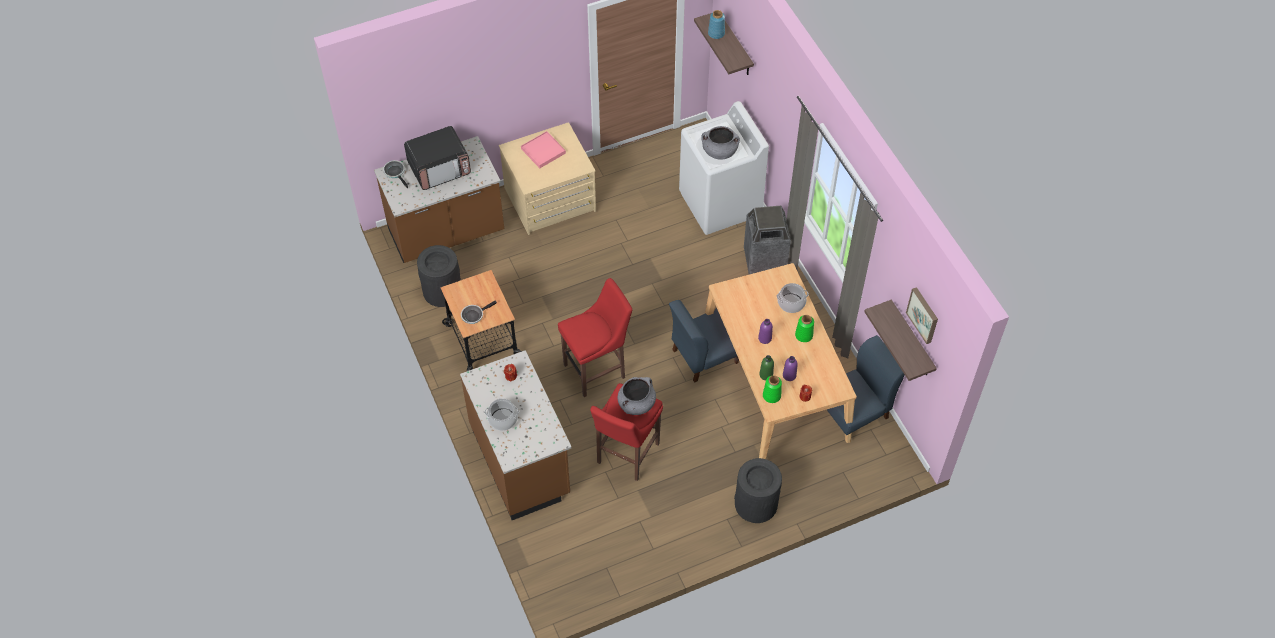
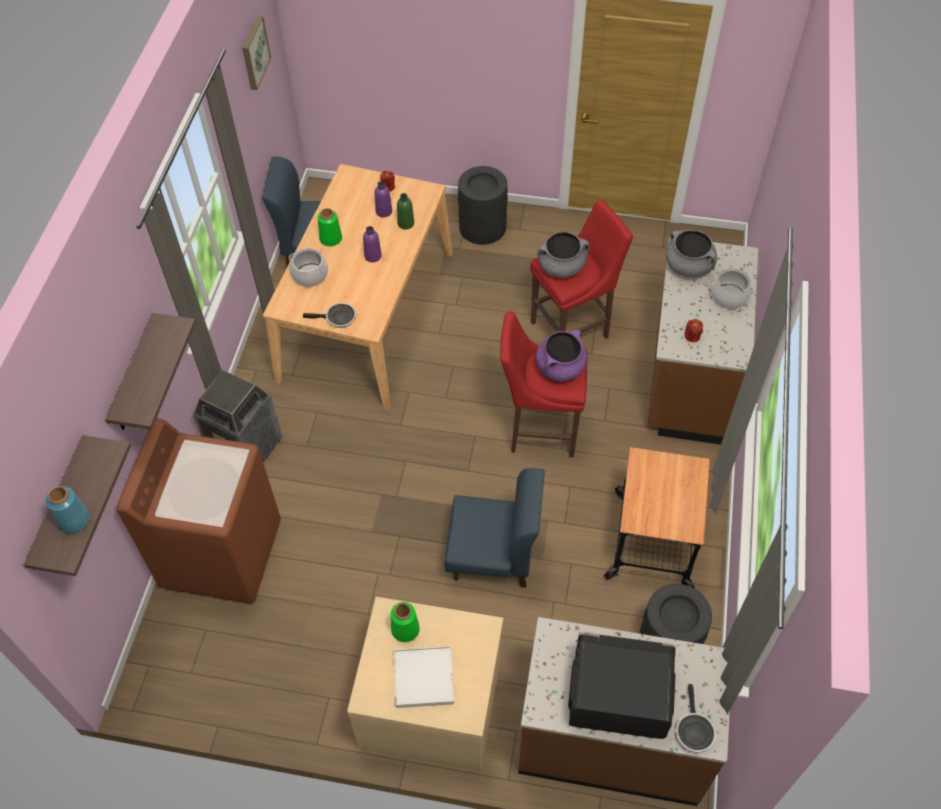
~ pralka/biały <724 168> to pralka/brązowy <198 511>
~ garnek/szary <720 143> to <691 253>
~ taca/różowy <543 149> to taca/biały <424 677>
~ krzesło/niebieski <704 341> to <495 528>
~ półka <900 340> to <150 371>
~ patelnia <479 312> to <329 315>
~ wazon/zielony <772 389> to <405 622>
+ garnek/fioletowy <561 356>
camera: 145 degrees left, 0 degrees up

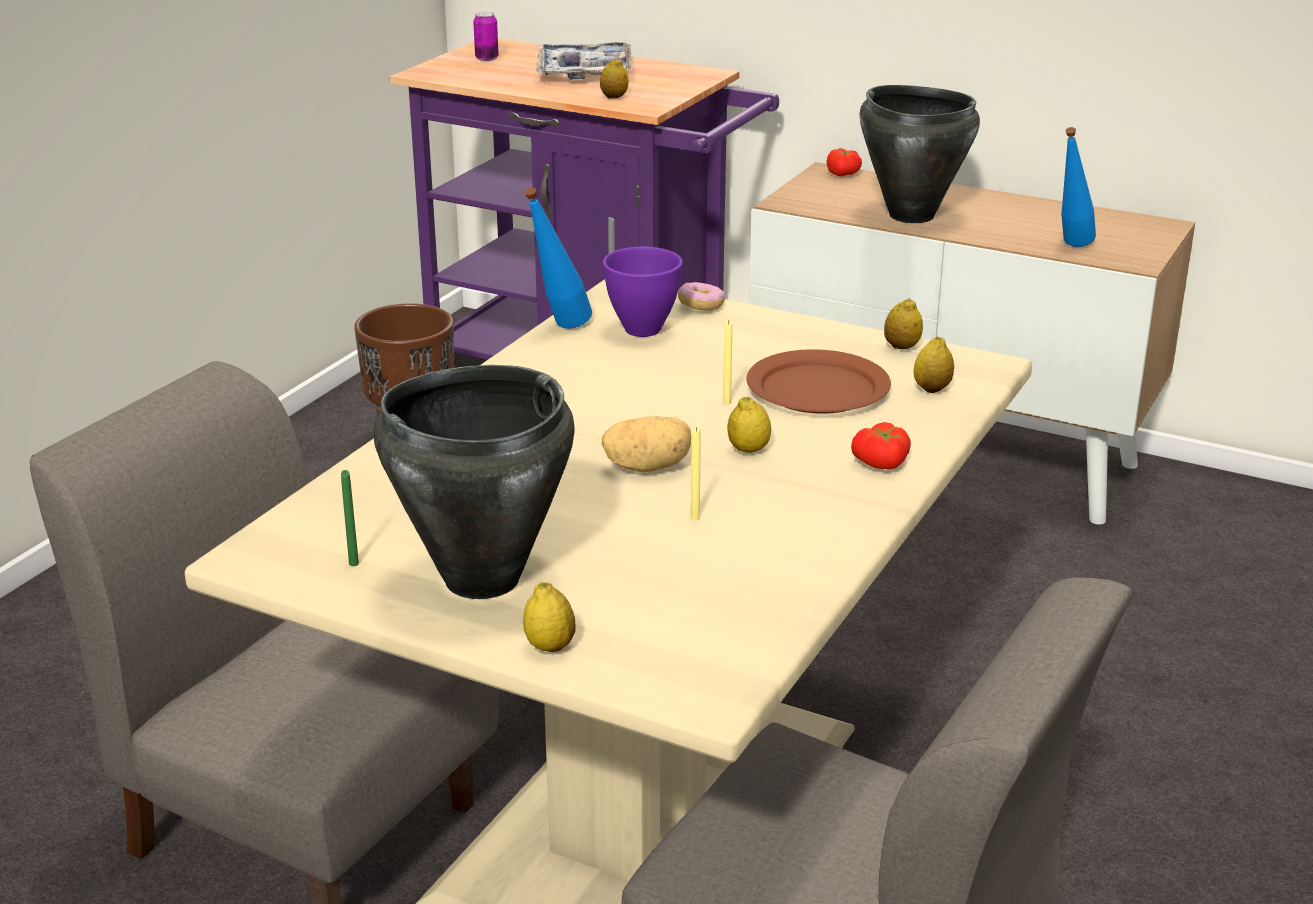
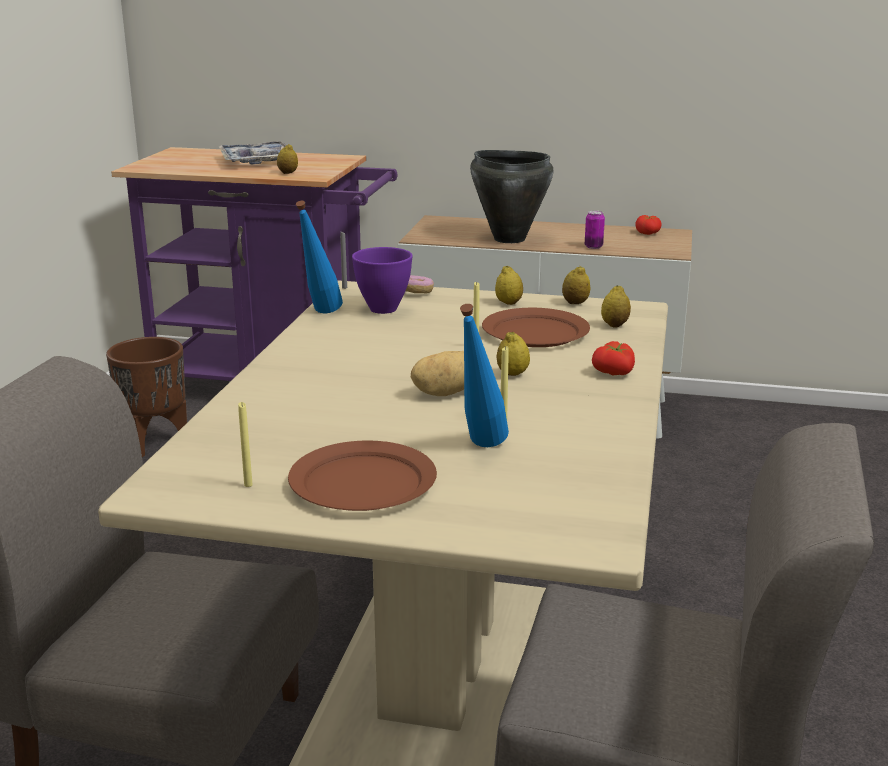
~ puszka <486 36> to <595 230>
~ butelka/niebieski <1079 187> to <484 375>
~ pomidor <844 162> to <648 225>
~ garnek/czarny <474 482> to talerz/brązowy <362 476>
~ świeca/zielony <350 518> to świeca/żółty <245 444>
~ cytryna <549 617> to <509 285>
camera: 15 degrees left, 5 degrees down

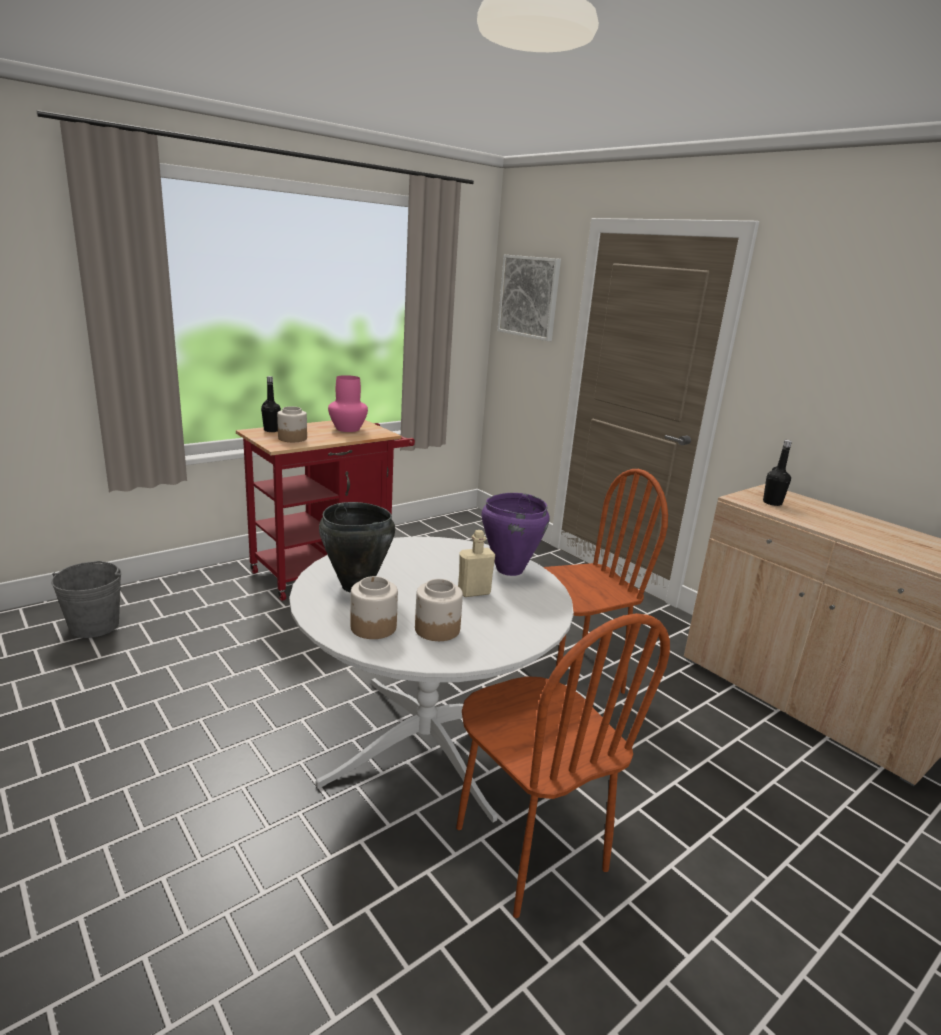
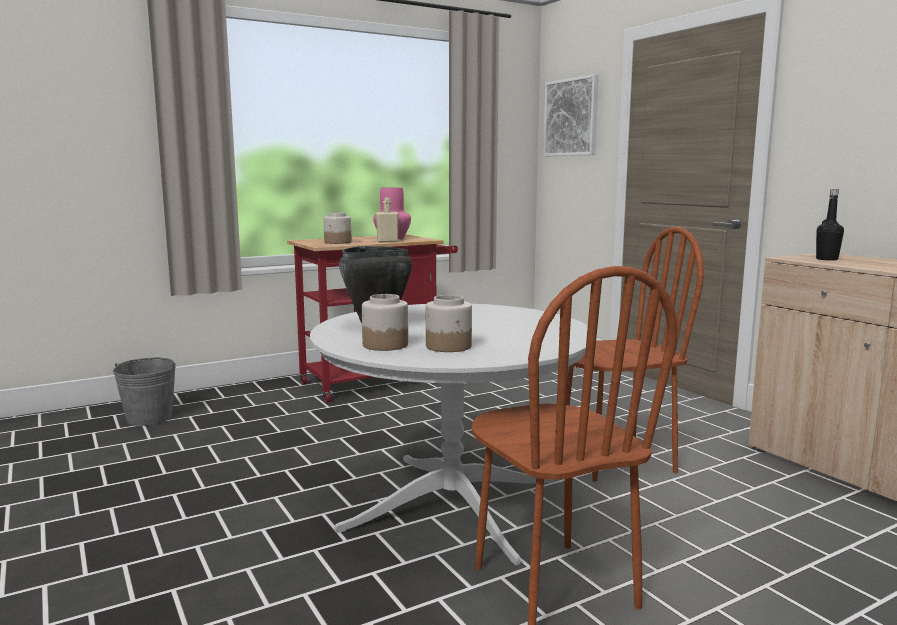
- butelka/czarny <271 404>
- garnek/fioletowy <515 534>
~ butelka/beżowy <476 563> to <387 220>
camera: 10 degrees right, 10 degrees down

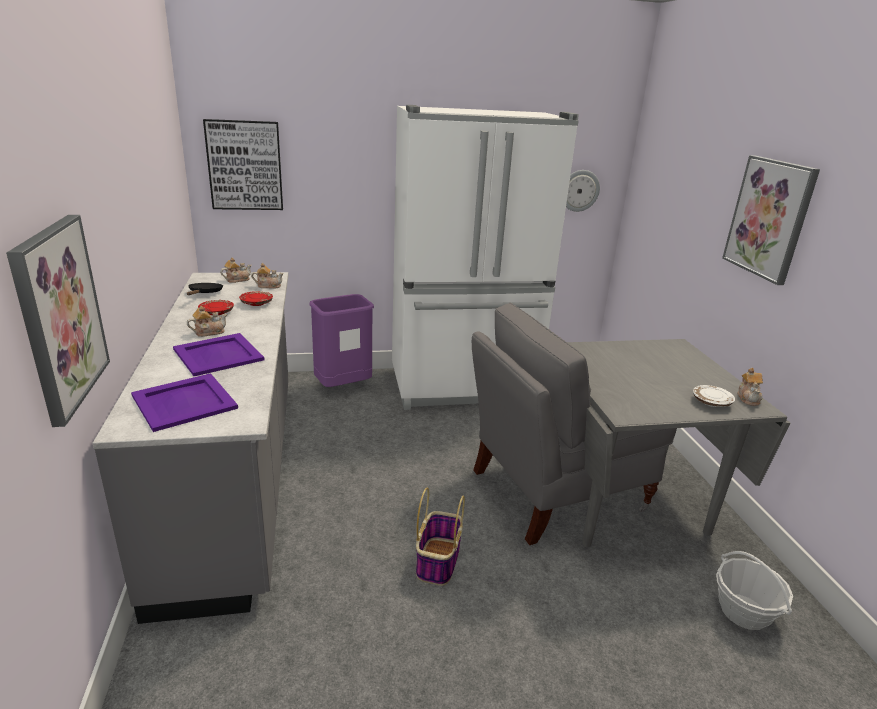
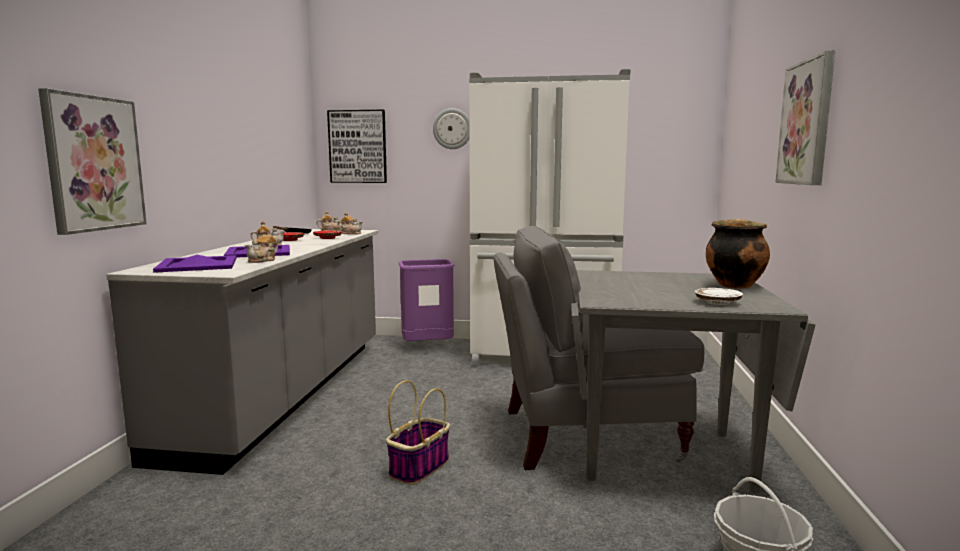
~ zegar ścienny <583 191> to <451 128>
~ imbryk <750 387> to <261 246>
+ garnek <738 253>
camera: 20 degrees right, 15 degrees down

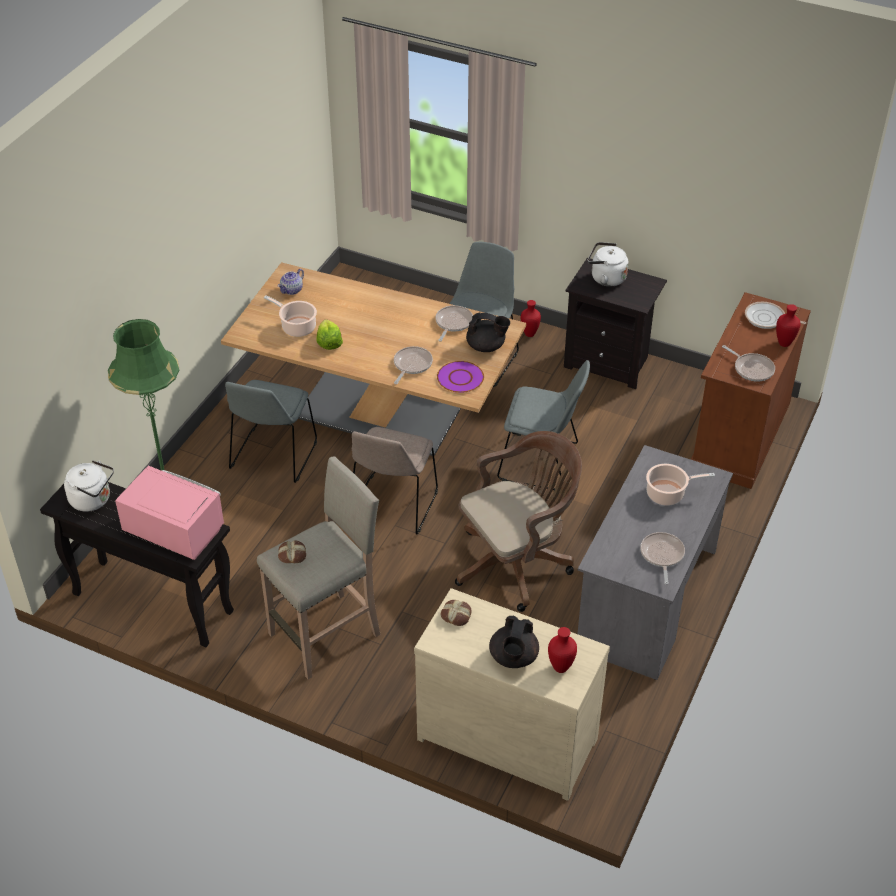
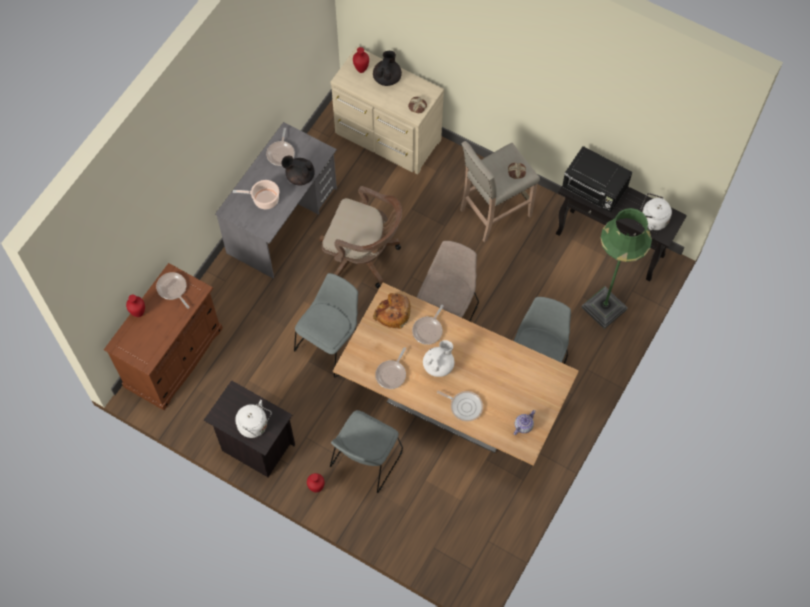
- garnek <290 316>
~ patelnia <775 315> to <460 406>
~ imbryk/czarny <488 332> to <298 170>
- sałata <329 334>
~ krzesło/szary <543 425> = <326 325> 105 degrees clockwise
~ talerz/fioletowy <460 377> to chleb <392 311>
~ krzesło biurowe/brązowy <518 521> = <360 237> 135 degrees counterclockwise
~ mikrofalówka/różowy <169 512> to mikrofalówka/czarny <597 179>
+ imbryk/biały <438 358>
camera: 175 degrees left, 20 degrees up

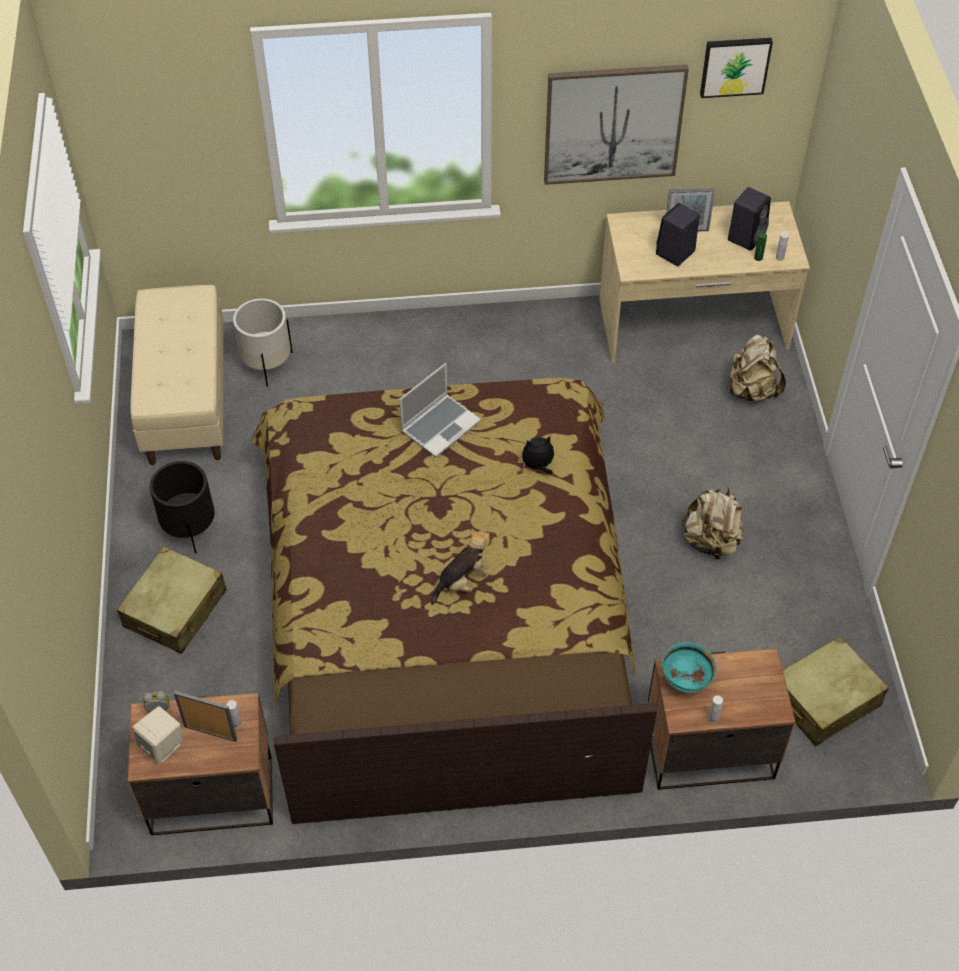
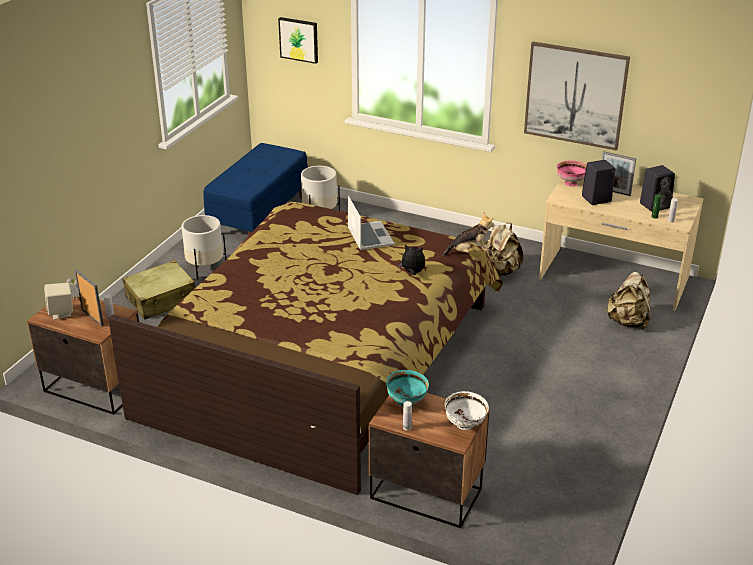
~ obraz <736 68> to <298 40>
~ ławka/beżowy <177 375> to ławka/niebieski <255 189>
~ laptop <440 410> = <371 223> 90 degrees counterclockwise
~ donica/czarny <182 507> to donica/biały <204 247>
~ plecak/beżowy <712 523> to <504 250>
~ pluszak <461 567> to <468 234>
- walizka/beżowy <836 691>
+ miska/różowy <572 173>
+ miska/biały <467 410>
camera: 30 degrees right, 20 degrees down

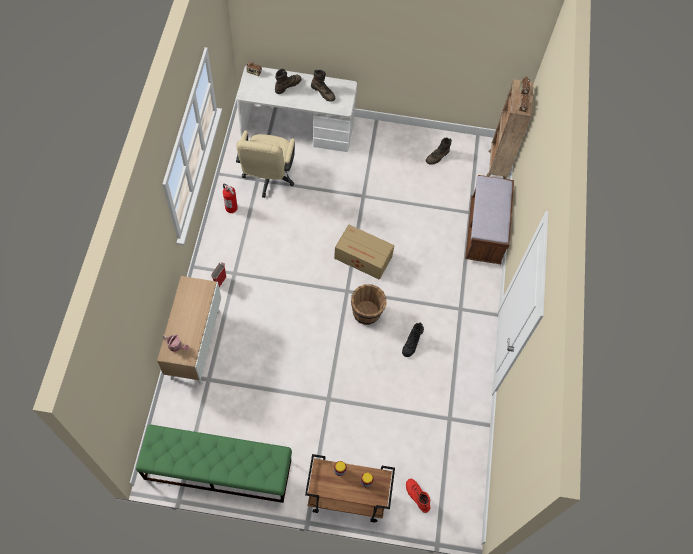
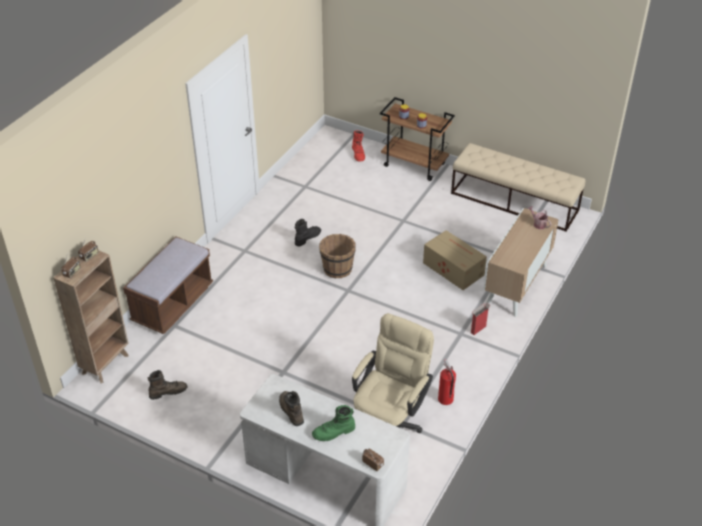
~ but z cholewką/brązowy <288 81> to but z cholewką/zielony <333 423>
~ karton <364 252> to <455 260>
~ ławka/zielony <214 463> to ławka/beżowy <518 187>
camera: 155 degrees left, 20 degrees down

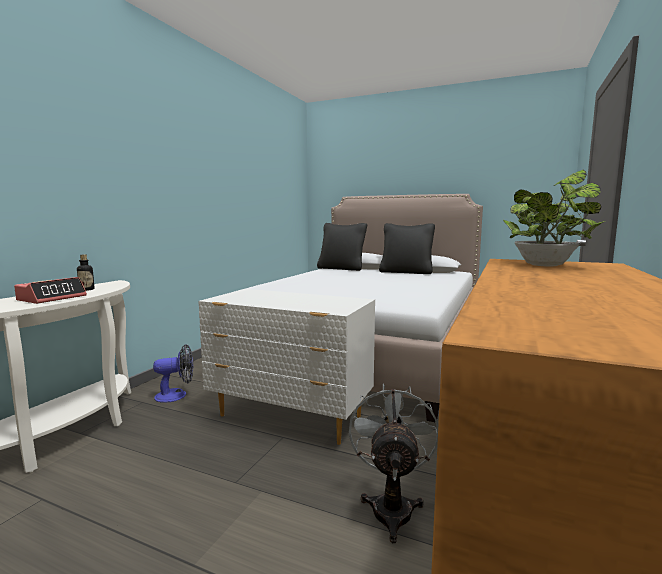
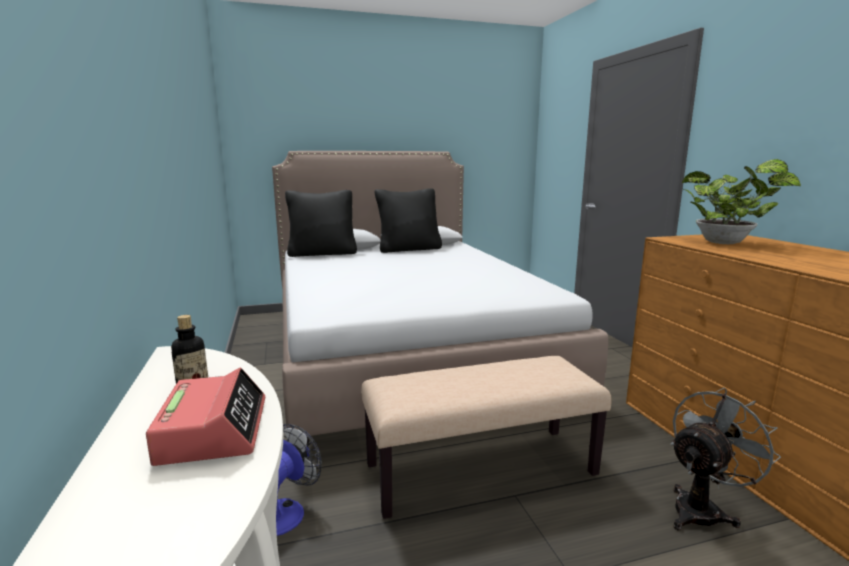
~ komoda/biały <286 367> to ławka/beżowy <486 437>
~ wentylator/szary <393 463> = <725 459> 90 degrees clockwise
camera: 40 degrees left, 5 degrees up

